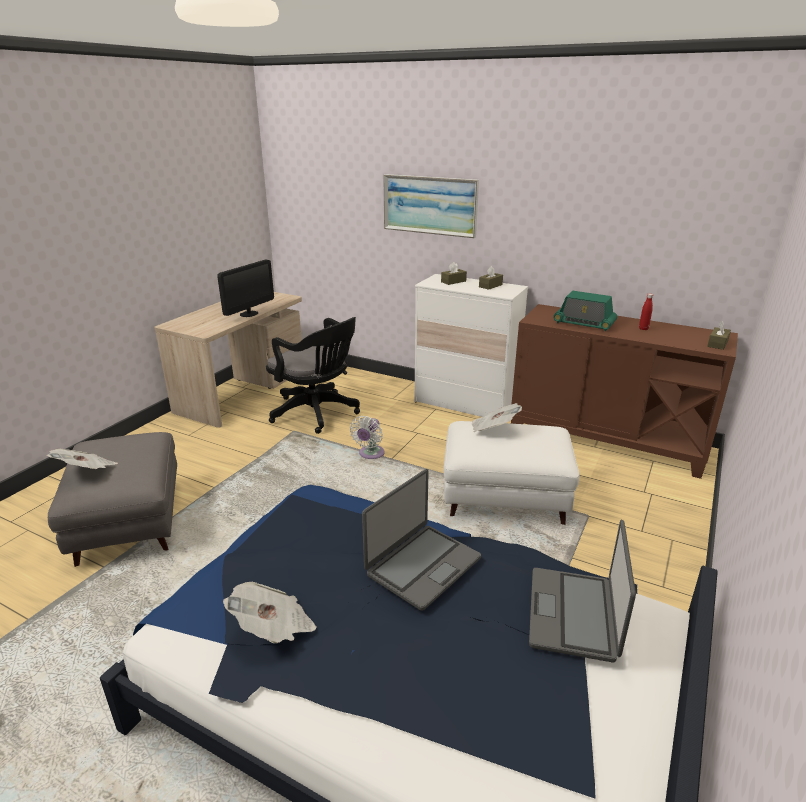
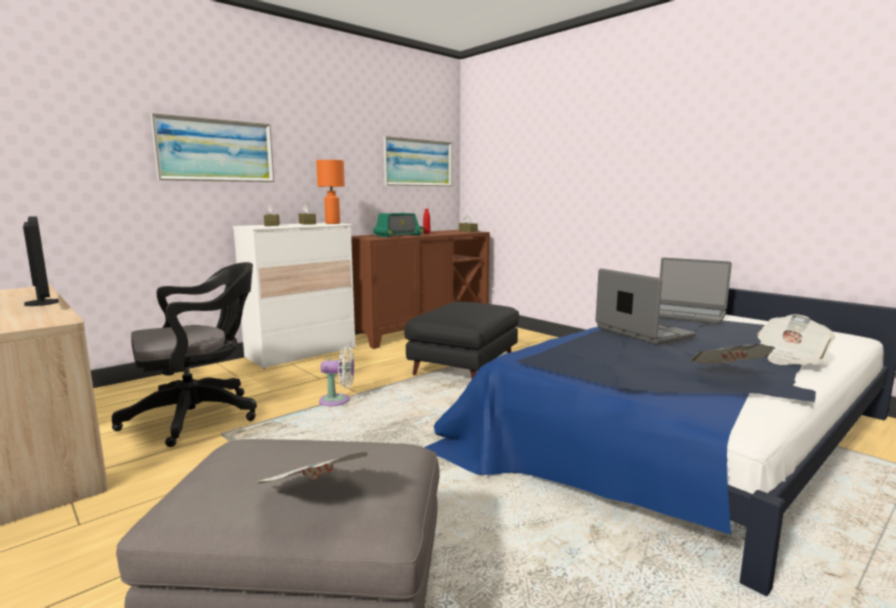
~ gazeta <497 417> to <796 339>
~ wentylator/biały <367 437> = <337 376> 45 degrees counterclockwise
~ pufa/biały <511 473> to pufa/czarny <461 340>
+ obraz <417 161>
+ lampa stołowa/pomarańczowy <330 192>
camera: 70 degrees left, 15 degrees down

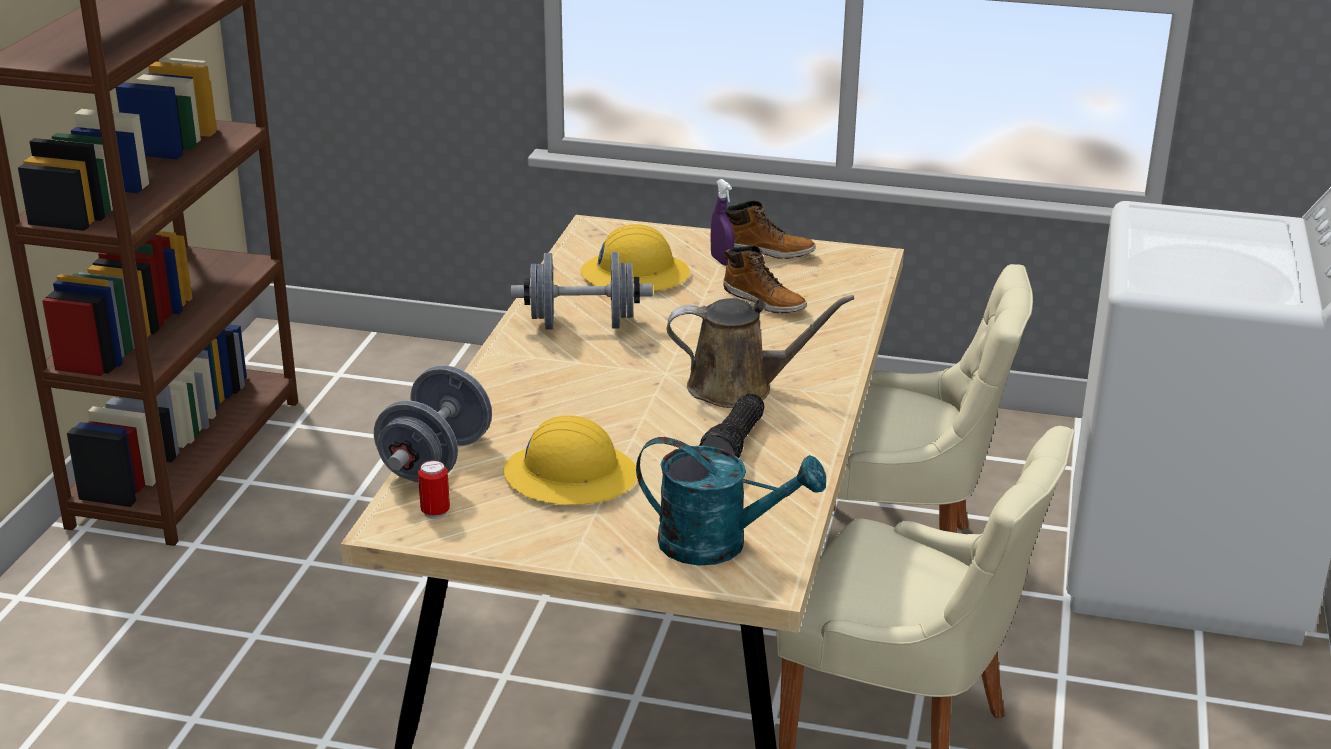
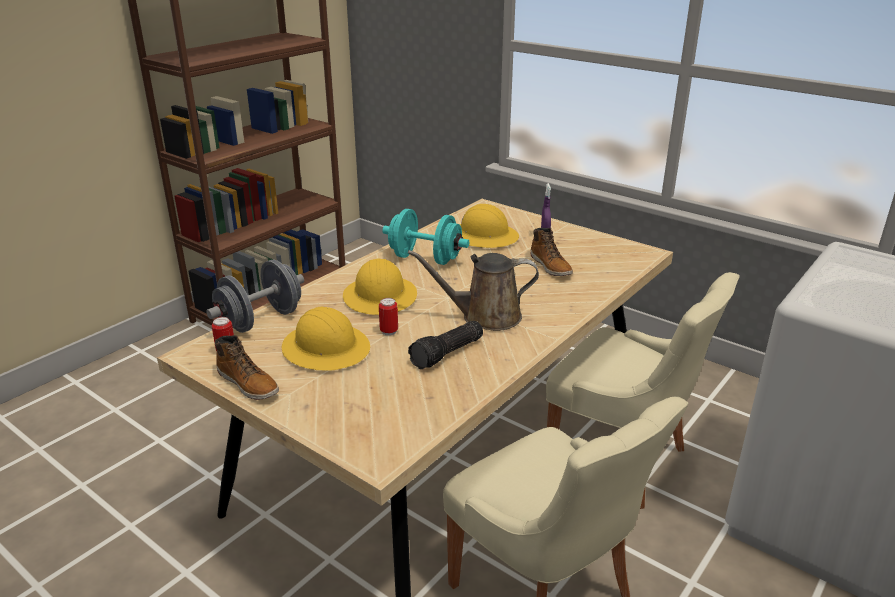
~ but z cholewką <771 230> to <247 367>
~ hantel/szary <582 290> to hantel/turkusowy <426 237>
~ konewka/brązowy <760 351> = <473 290> 150 degrees clockwise
- konewka/turkusowy <731 501>
+ kask/żółty <380 286>
+ puszka <388 317>
camera: 25 degrees right, 0 degrees up

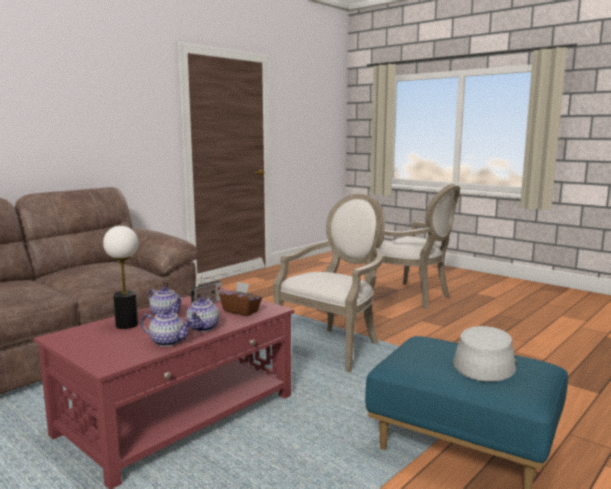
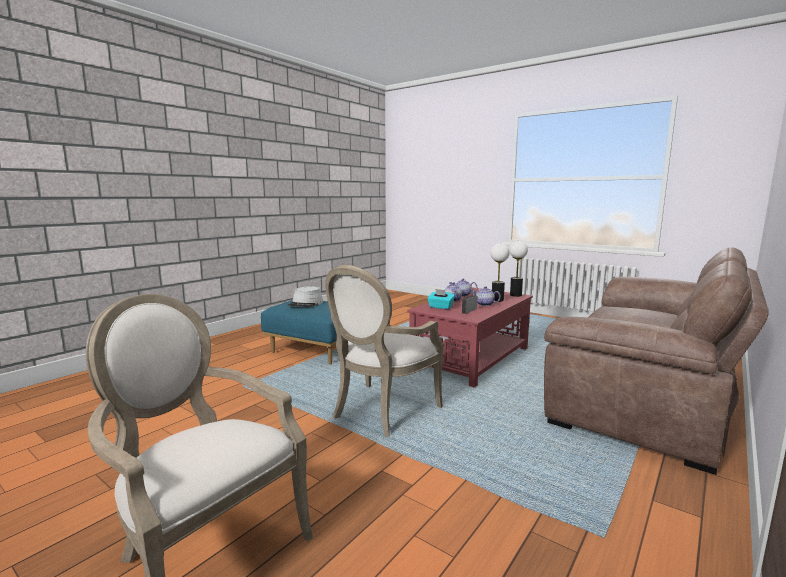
~ pudełko chusteczek/brązowy <240 299> to pudełko chusteczek/turkusowy <441 299>
+ lampa stołowa <518 269>
camera: 175 degrees right, 0 degrees up

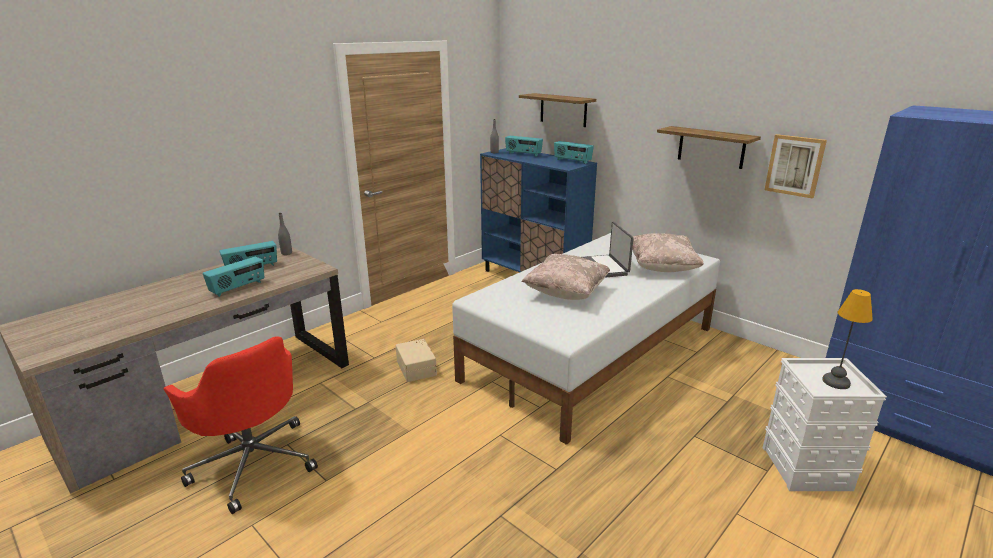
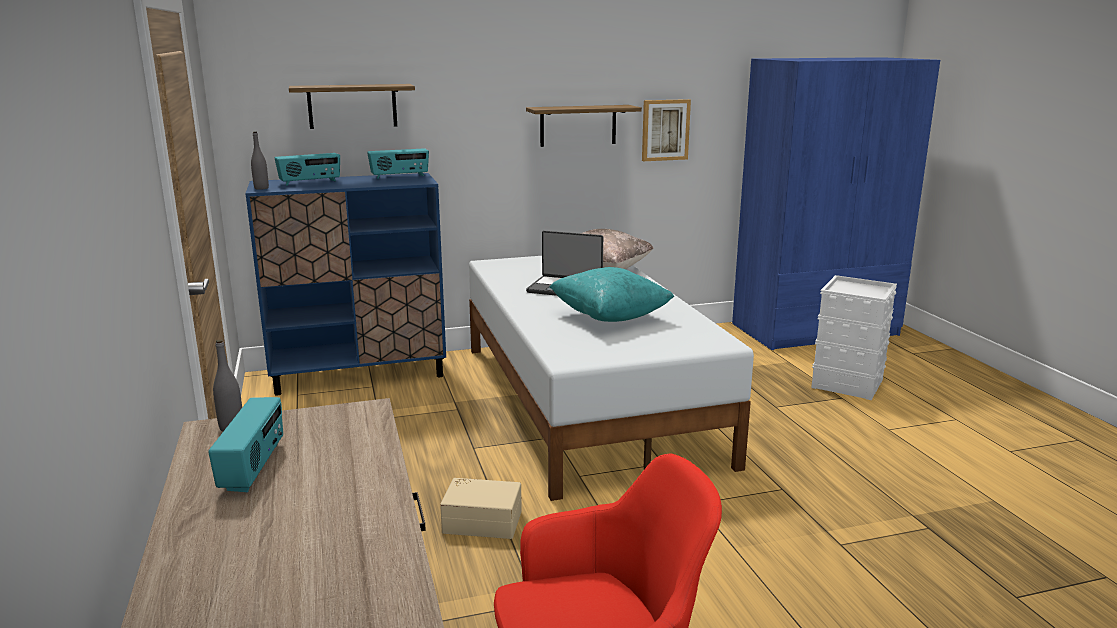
~ poduszka/beżowy <566 277> to poduszka/turkusowy <611 294>
- radio <233 277>
- lampa stołowa <847 339>
camera: 60 degrees left, 5 degrees down

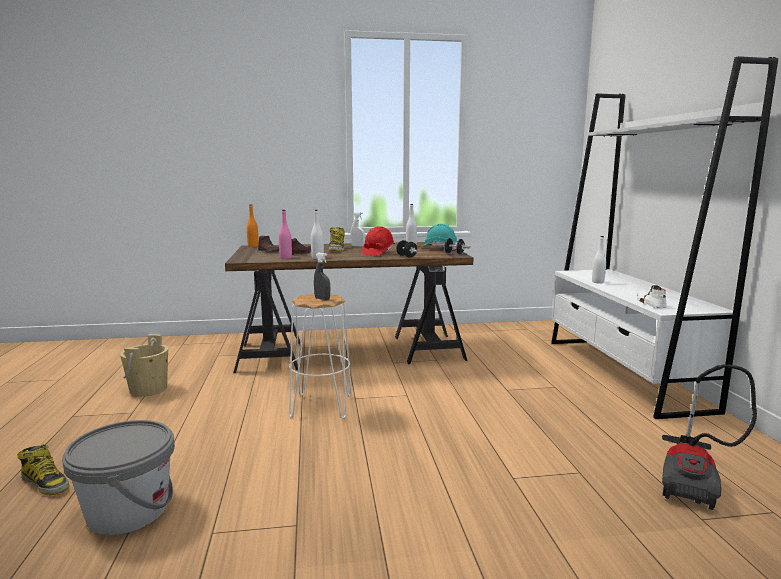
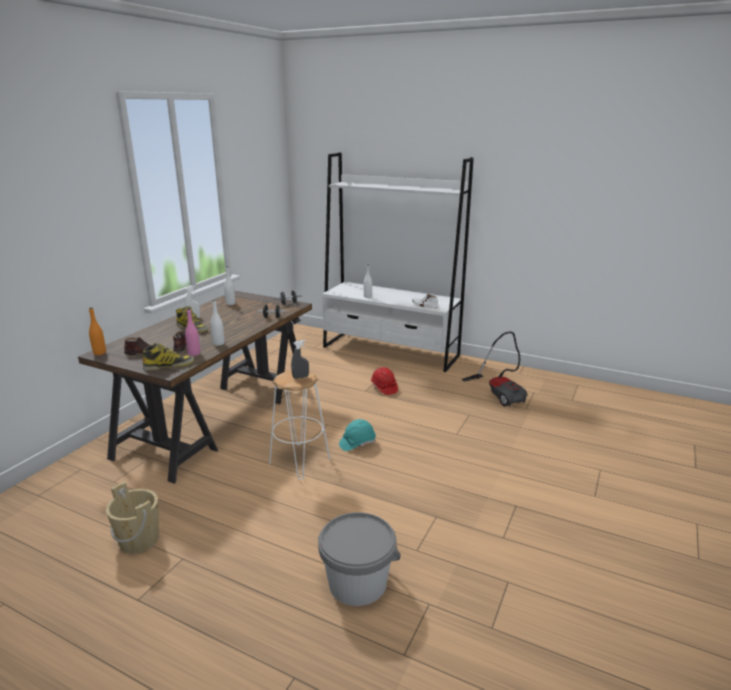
~ kask/turkusowy <439 237> to <357 435>
~ kask/czerwony <378 241> to <384 381>
~ but z cholewką <43 469> to <168 357>
camera: 55 degrees left, 10 degrees up

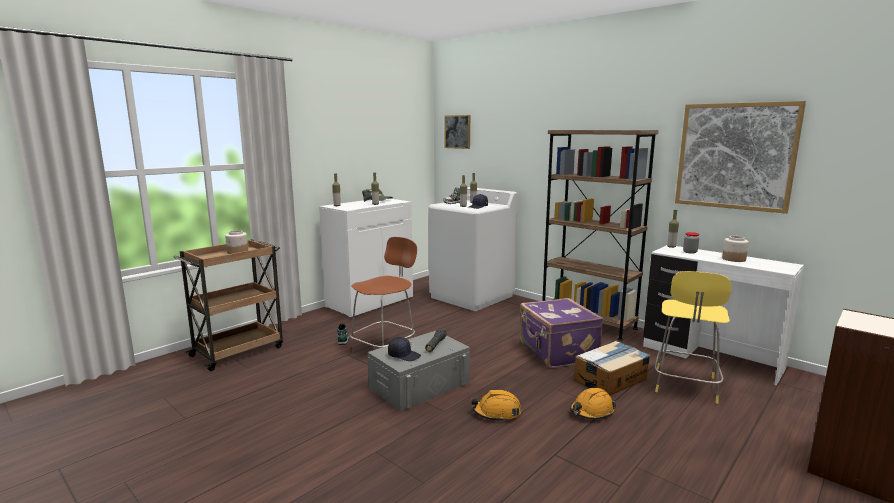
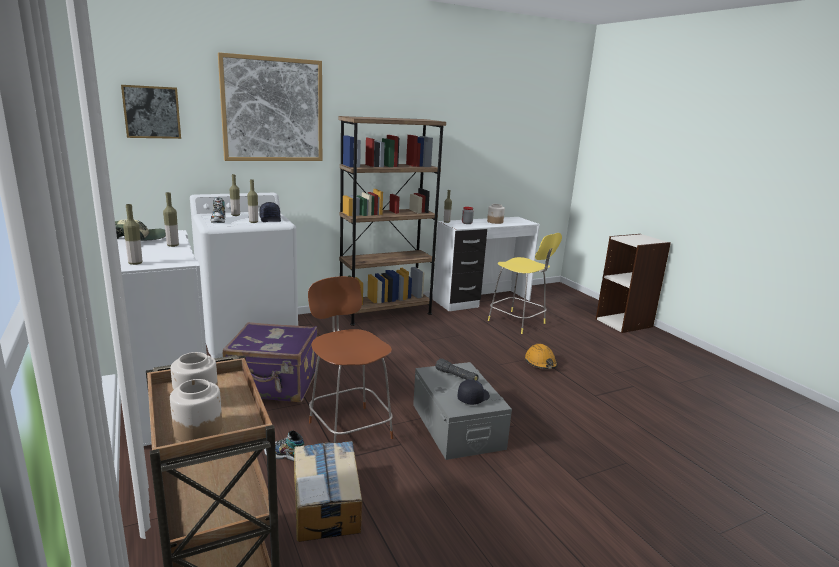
~ obraz <740 157> to <270 106>
~ walizka/fioletowy <562 333> to <270 362>
~ karton <612 368> to <328 491>
- kask/pomarańczowy <496 406>
+ słoik <196 410>
camera: 70 degrees left, 5 degrees up

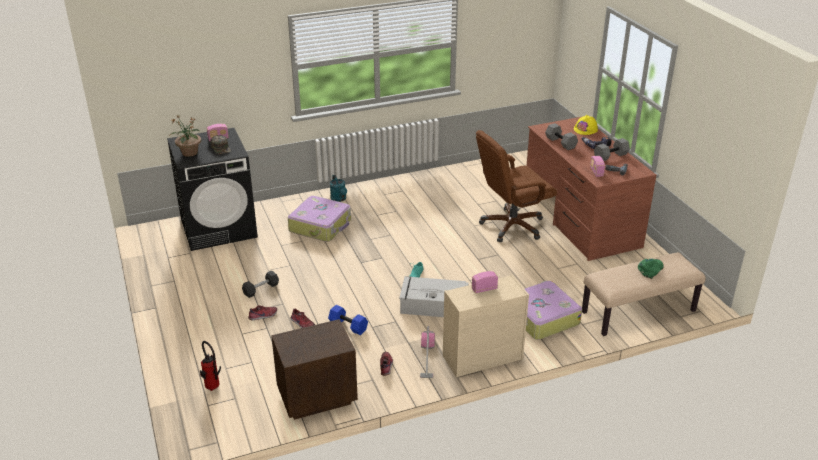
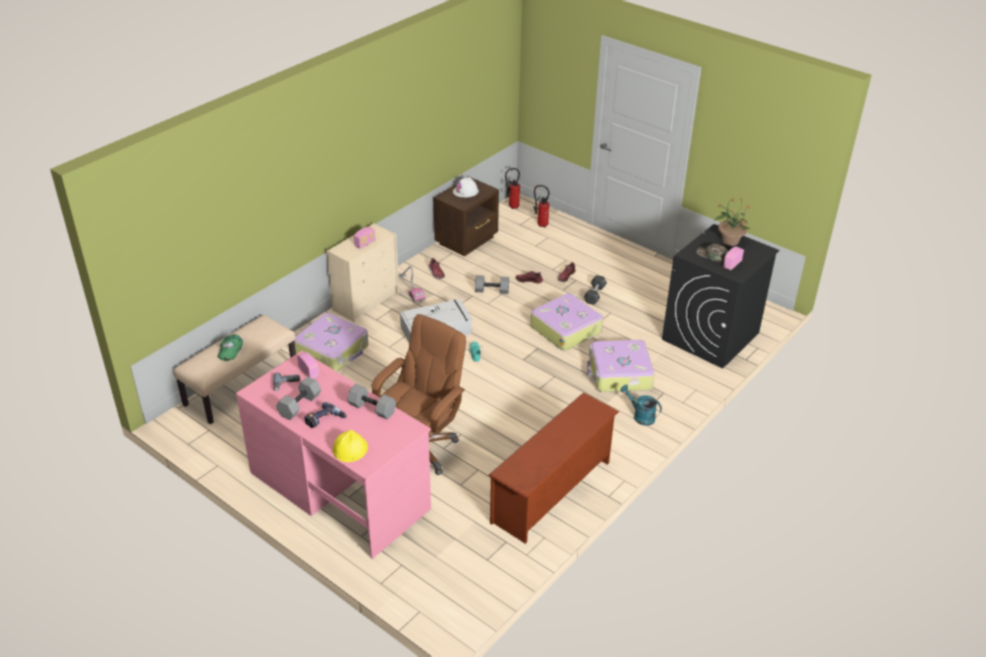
~ biurko/brązowy <592 189> to biurko/różowy <333 455>
~ hantel/niebieski <348 320> to hantel/szary <492 284>
+ gaśnica <512 188>
+ kask/biały <466 187>
+ walizka <566 322>
+ regał na buty/brązowy <553 468>
camera: 150 degrees right, 5 degrees up

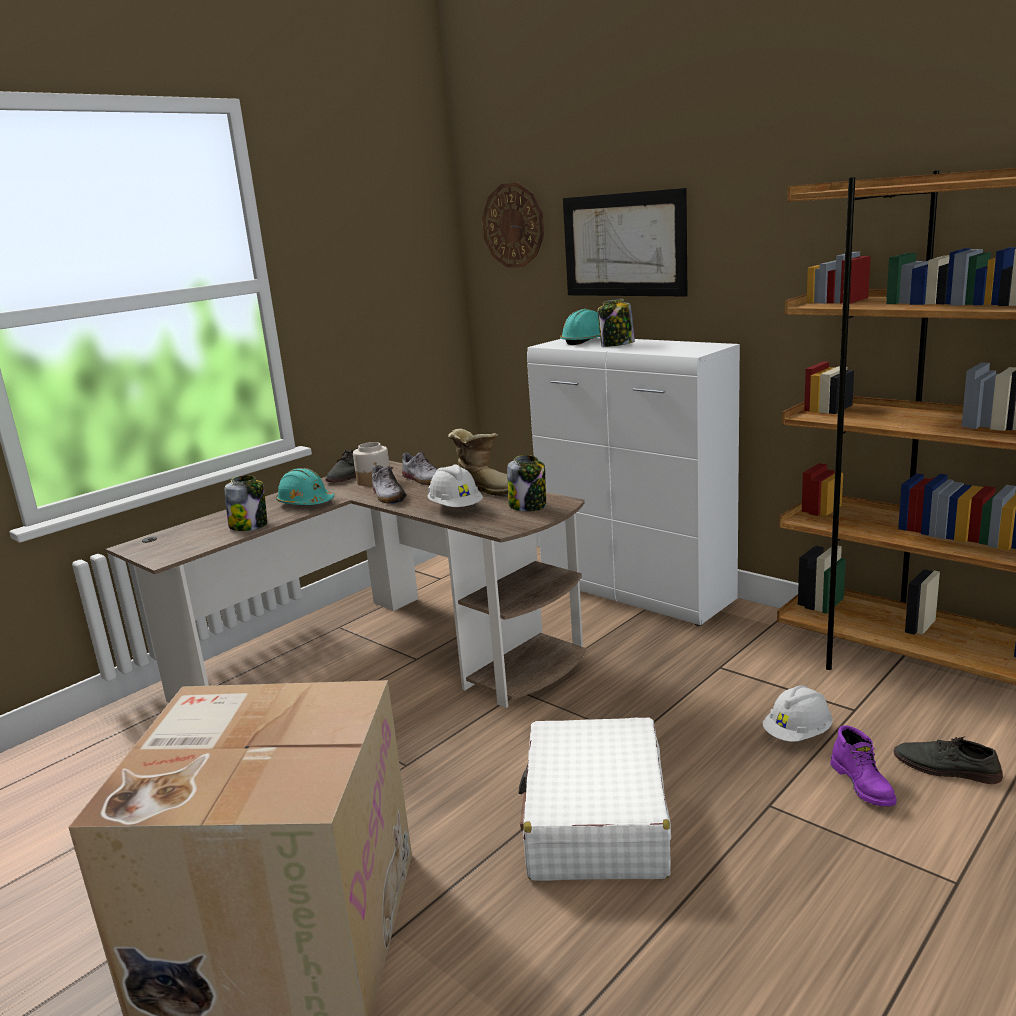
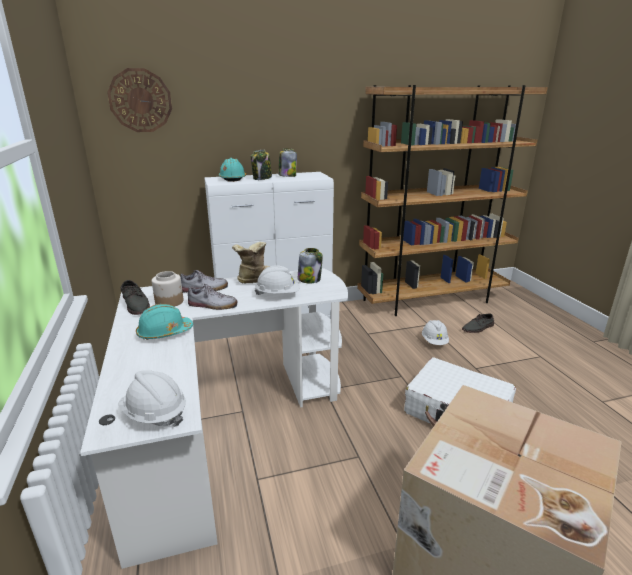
- obraz <625 242>
~ biurko/brązowy <345 584> to biurko/biały <214 418>
~ słoik <246 503> to <288 162>
- but z cholewką/fioletowy <863 766>
+ kask/biały <152 398>
camera: 60 degrees left, 5 degrees up

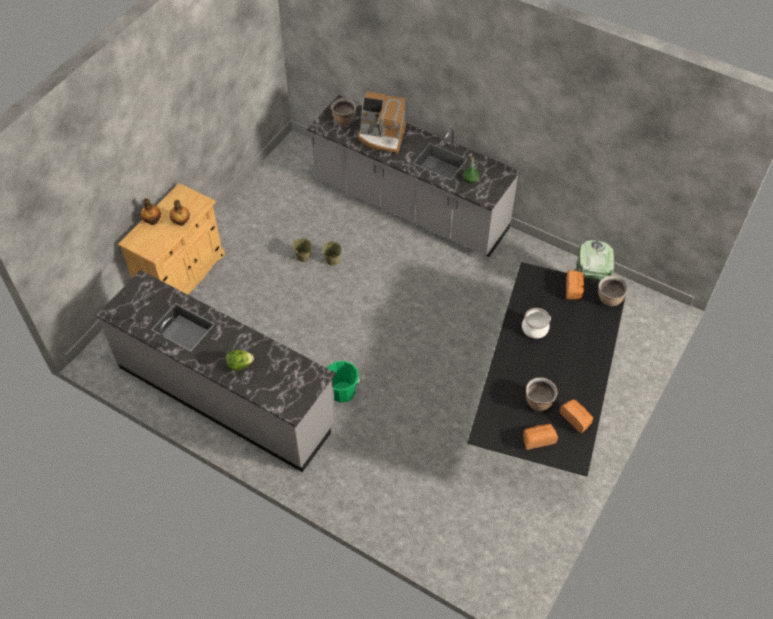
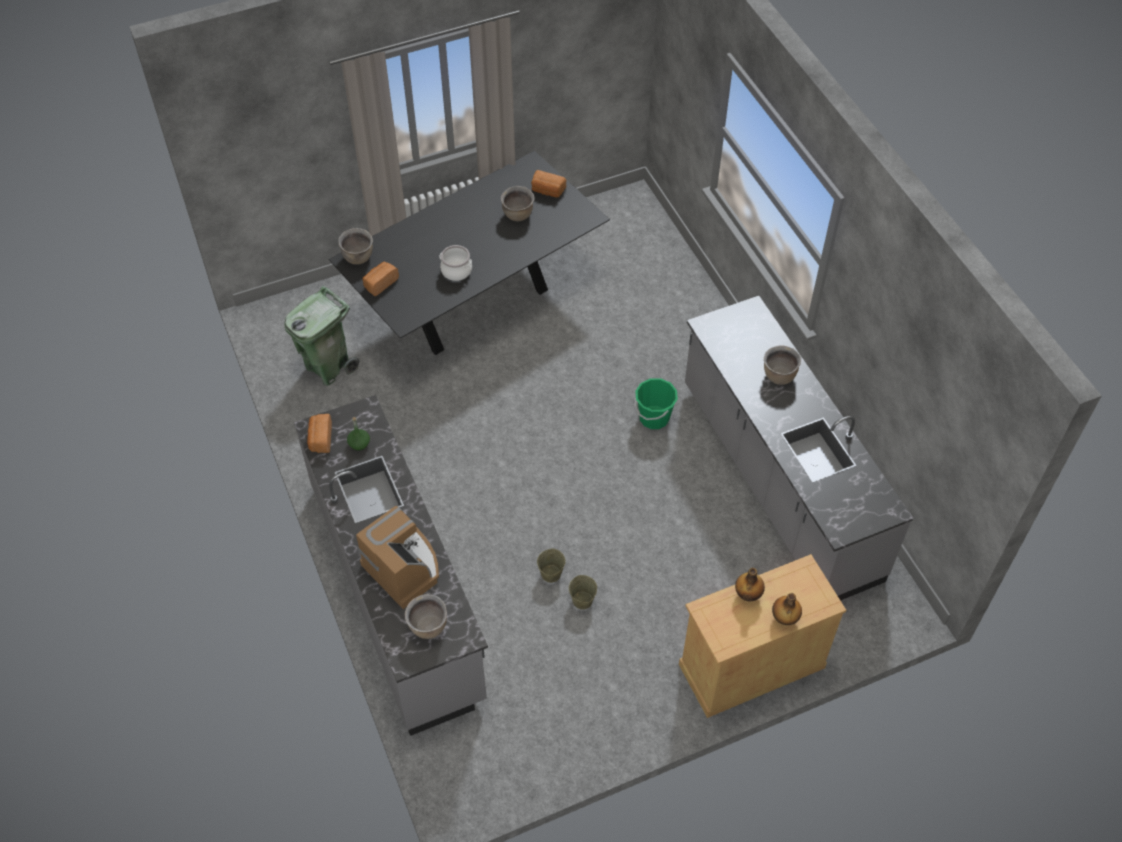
~ sałata <240 360> to garnek/brązowy <782 365>
~ chleb <576 416> to <319 433>
camera: 145 degrees left, 0 degrees up

